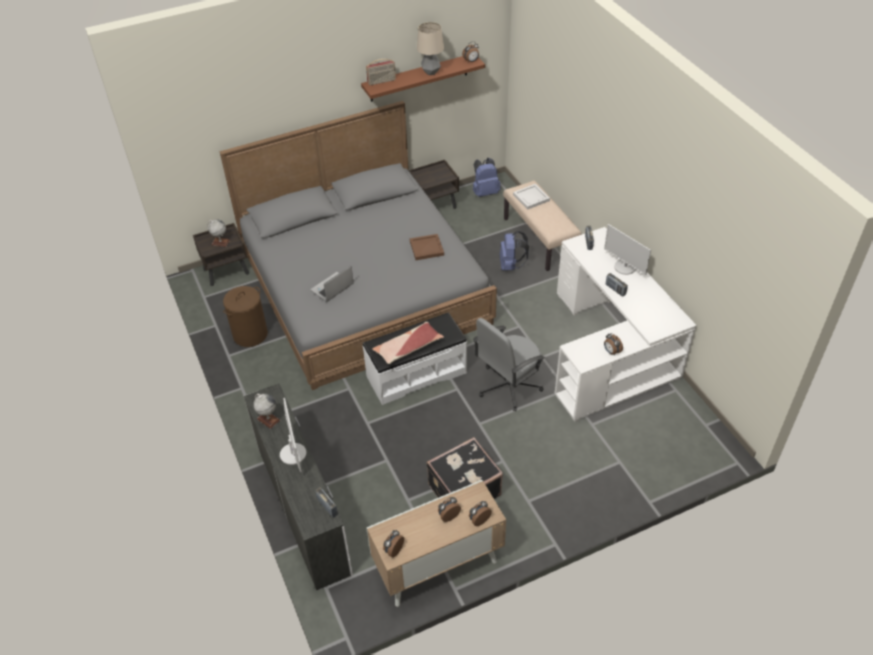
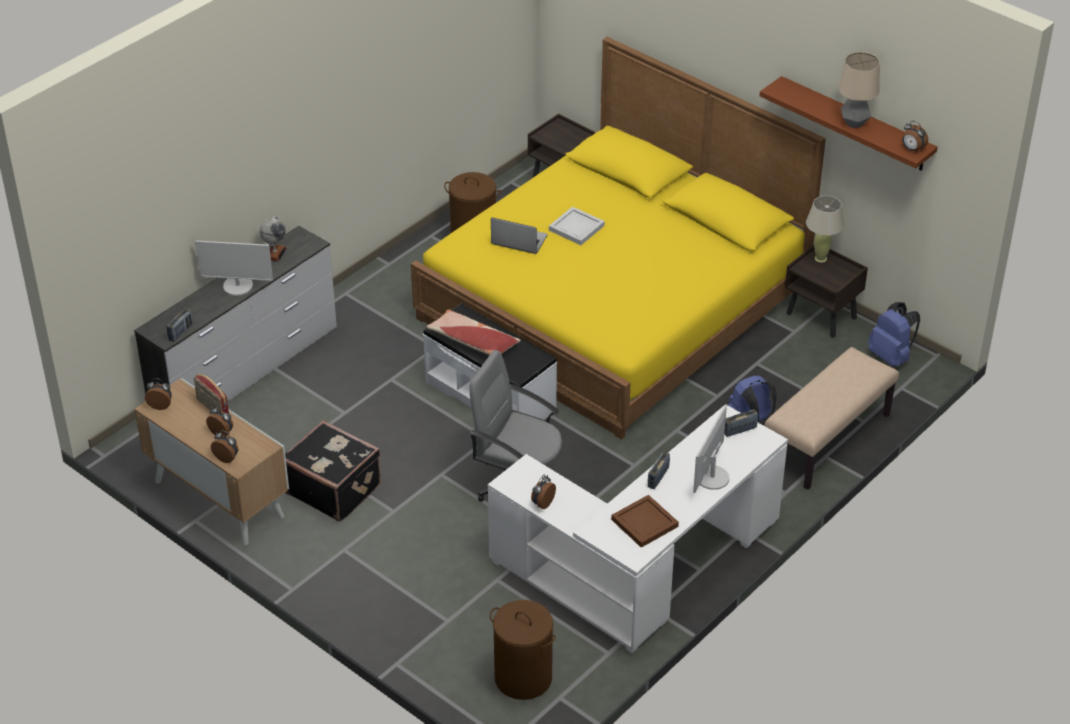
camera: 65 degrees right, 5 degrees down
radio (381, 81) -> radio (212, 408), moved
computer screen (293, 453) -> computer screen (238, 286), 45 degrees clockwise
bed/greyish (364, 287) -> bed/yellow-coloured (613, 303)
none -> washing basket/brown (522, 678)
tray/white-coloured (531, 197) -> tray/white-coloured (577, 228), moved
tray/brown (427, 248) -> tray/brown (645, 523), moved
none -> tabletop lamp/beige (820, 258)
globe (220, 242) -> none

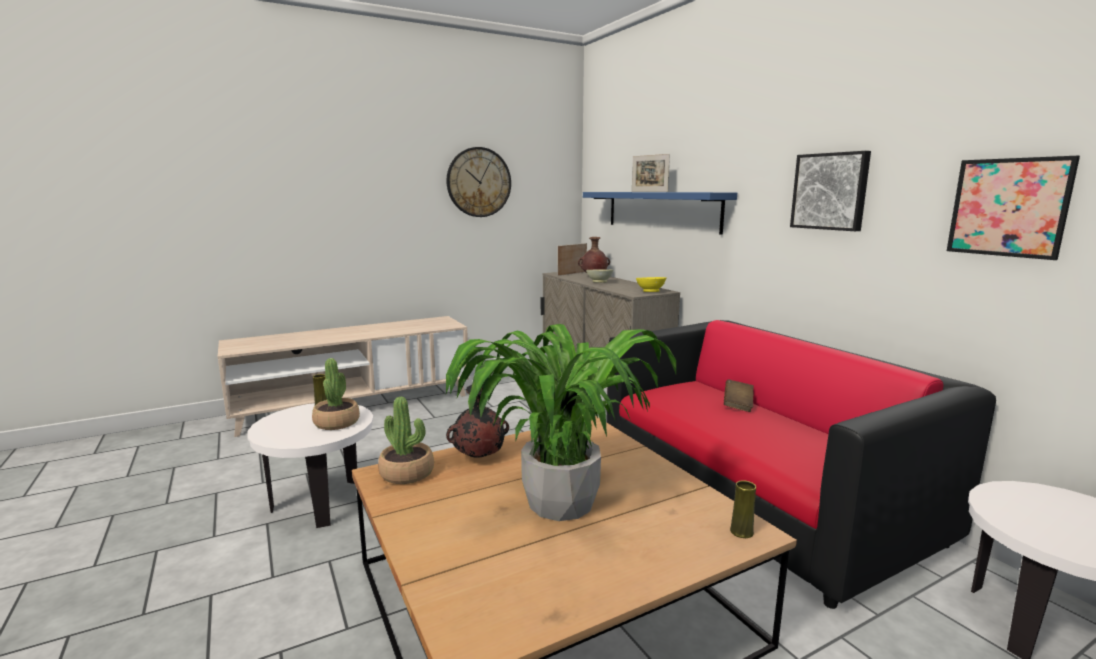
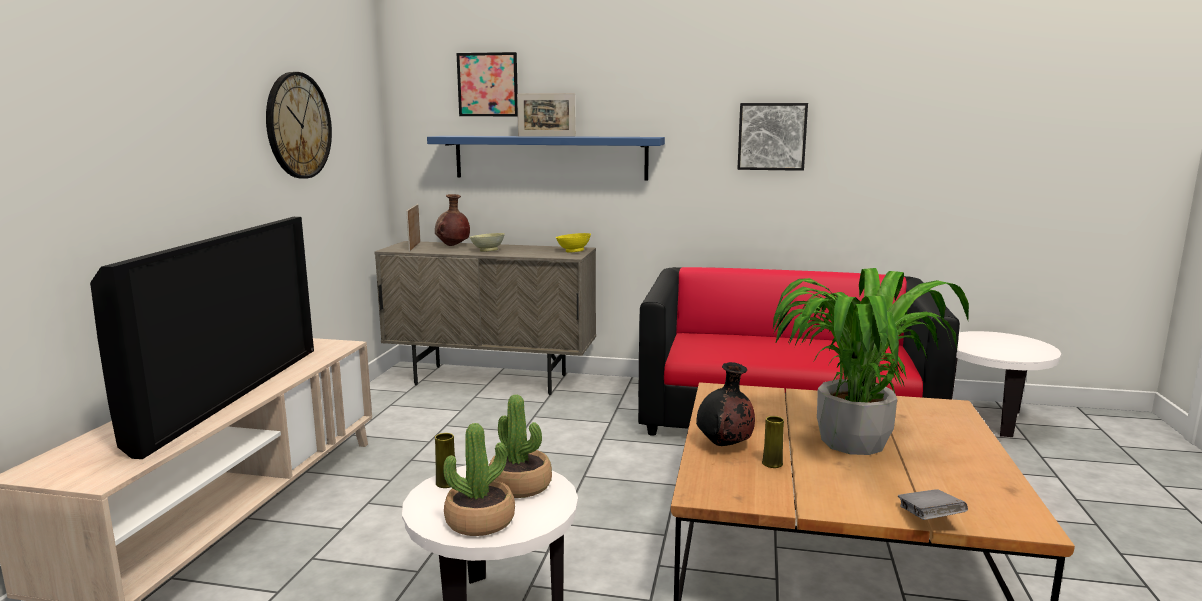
camera: 50 degrees left, 0 degrees up
none -> TV (227, 393)
plant in a pot (407, 473) -> plant in a pot (480, 521), moved
wall picture (1008, 207) -> wall picture (487, 84), moved
decorative vase/yellow-coloured (741, 532) -> decorative vase/yellow-coloured (772, 463), moved
none -> volume/greyish (929, 519)
volume/brown (738, 405) -> none

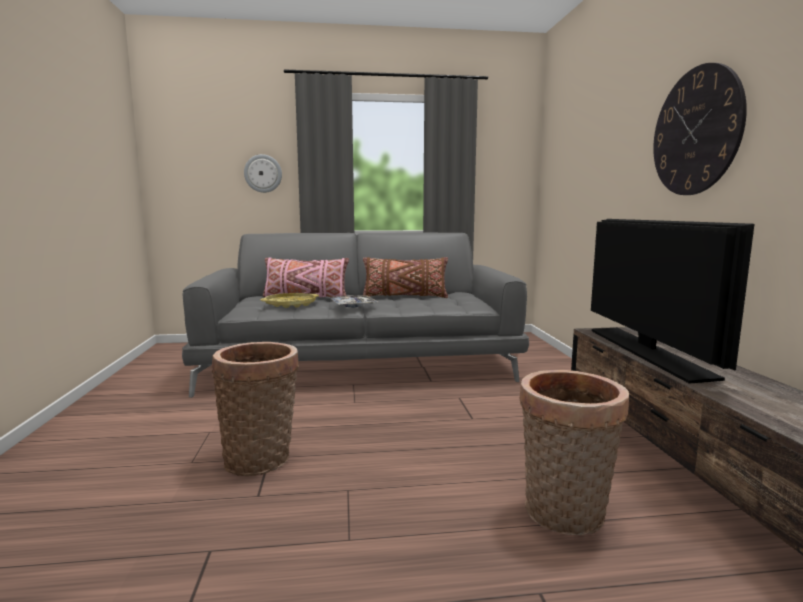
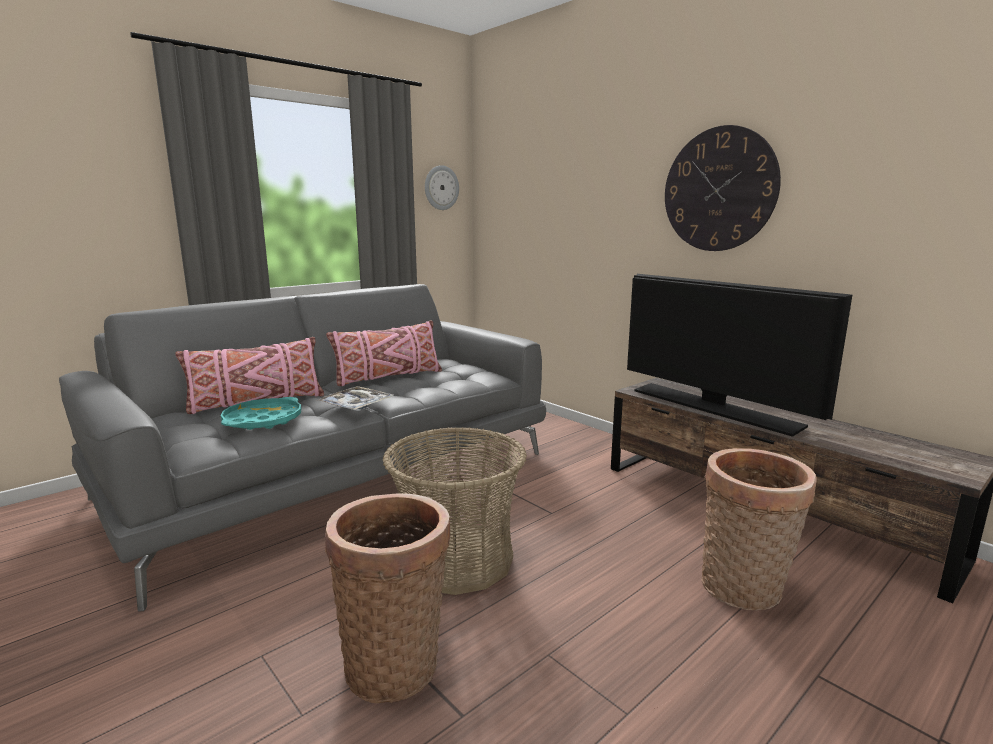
camera: 35 degrees left, 5 degrees up
tray/yellow-coloured (290, 304) -> tray/blue-green (262, 420)
throw pillow/brown (405, 296) -> throw pillow/pinkish (388, 377)
none -> storage basket (457, 559)
hanging clock (263, 173) -> hanging clock (441, 188), moved

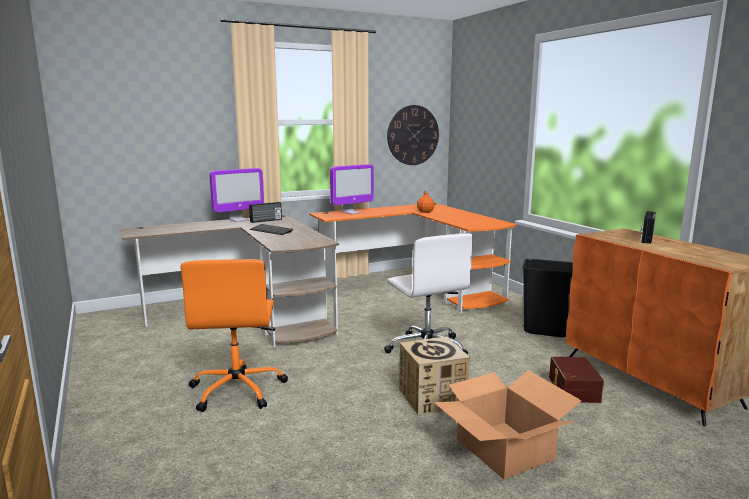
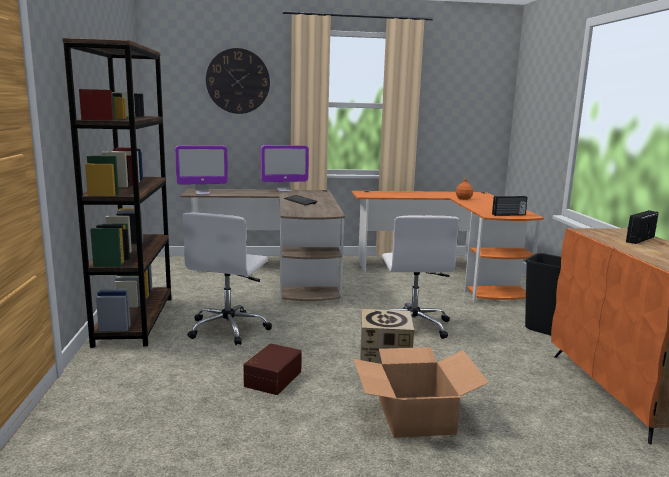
camera: 20 degrees right, 0 degrees up
none -> shelving unit/brown (135, 320)
computer screen (351, 212) -> computer screen (202, 193), moved
desk chair/orangey (238, 389) -> desk chair/white-coloured (229, 328)
hanging clock (413, 135) -> hanging clock (238, 81), moved
storage bin/brown (572, 389) -> storage bin/brown (271, 378), moved
radio (266, 220) -> radio (509, 215), moved

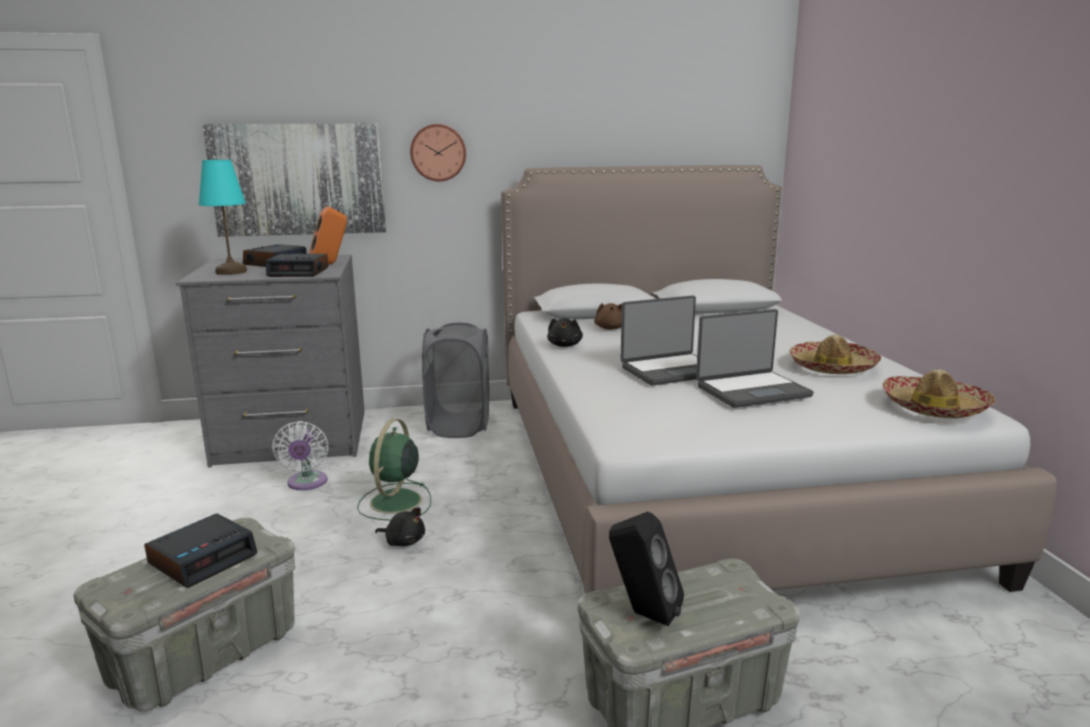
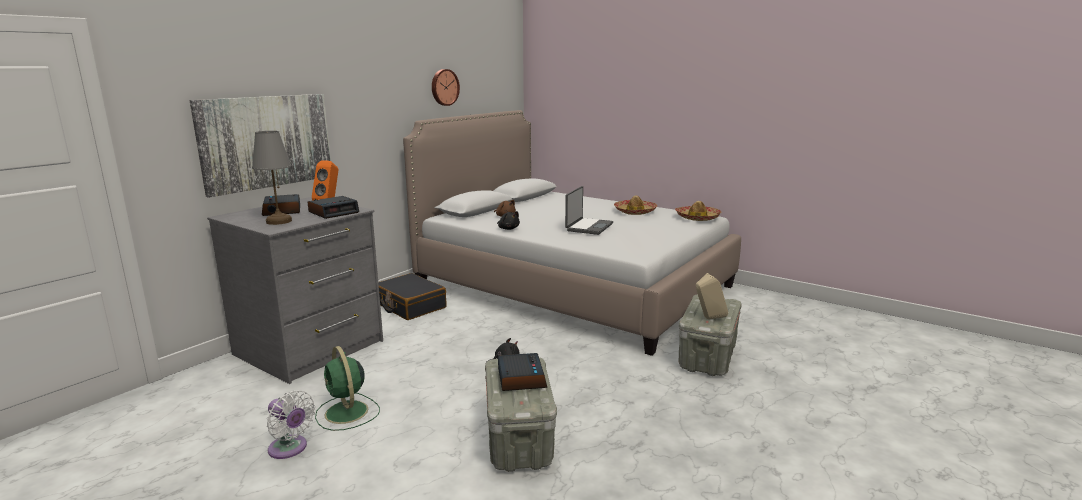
camera: 45 degrees left, 0 degrees up
tabletop lamp/blue-green (230, 272) -> tabletop lamp/greyish (278, 221)
cooling fan/white-coloured (306, 483) -> cooling fan/white-coloured (290, 449), moved
cooling fan/green (395, 502) -> cooling fan/green (347, 413), moved
washing basket/greyish (459, 426) -> suitcase/blackish (410, 306)
hanging clock (438, 152) -> hanging clock (444, 87), moved
audio speaker/blackish (642, 614) -> audio speaker/beige (708, 318)
portable computer (751, 390) -> none

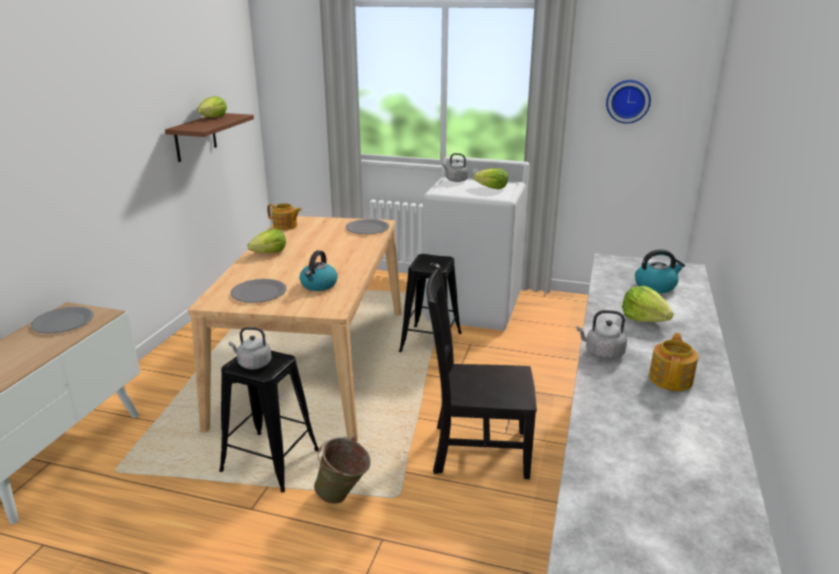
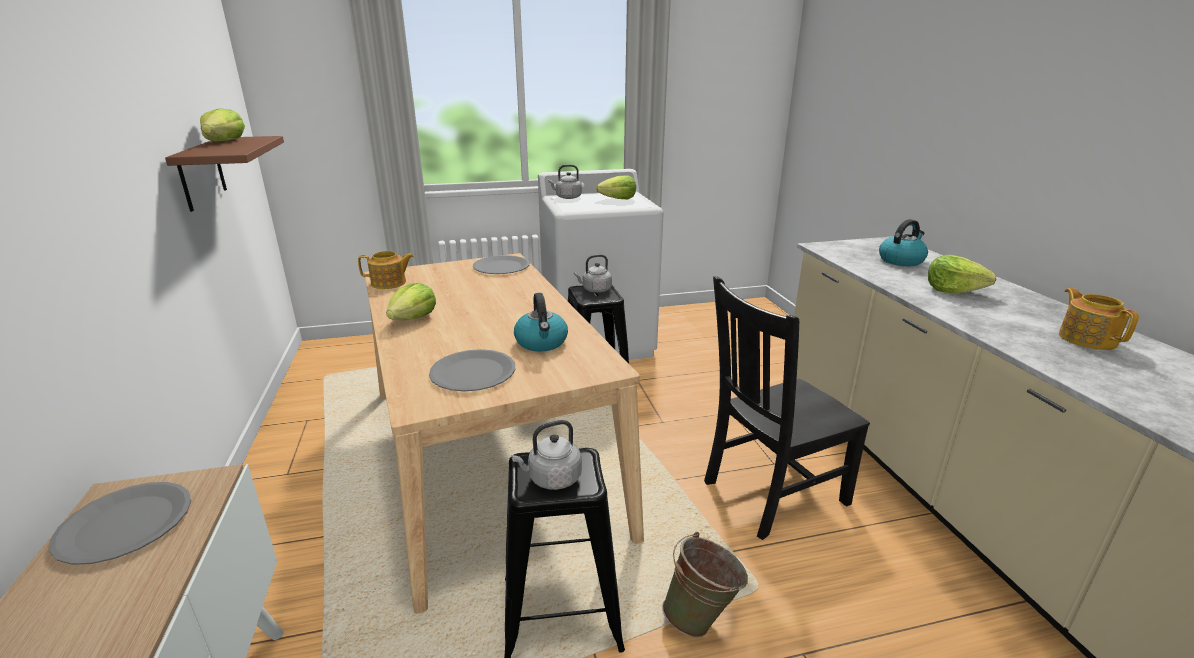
camera: 30 degrees left, 0 degrees up
tea kettle/greyish (602, 353) -> tea kettle/greyish (595, 290), moved
hanging clock (628, 101) -> none

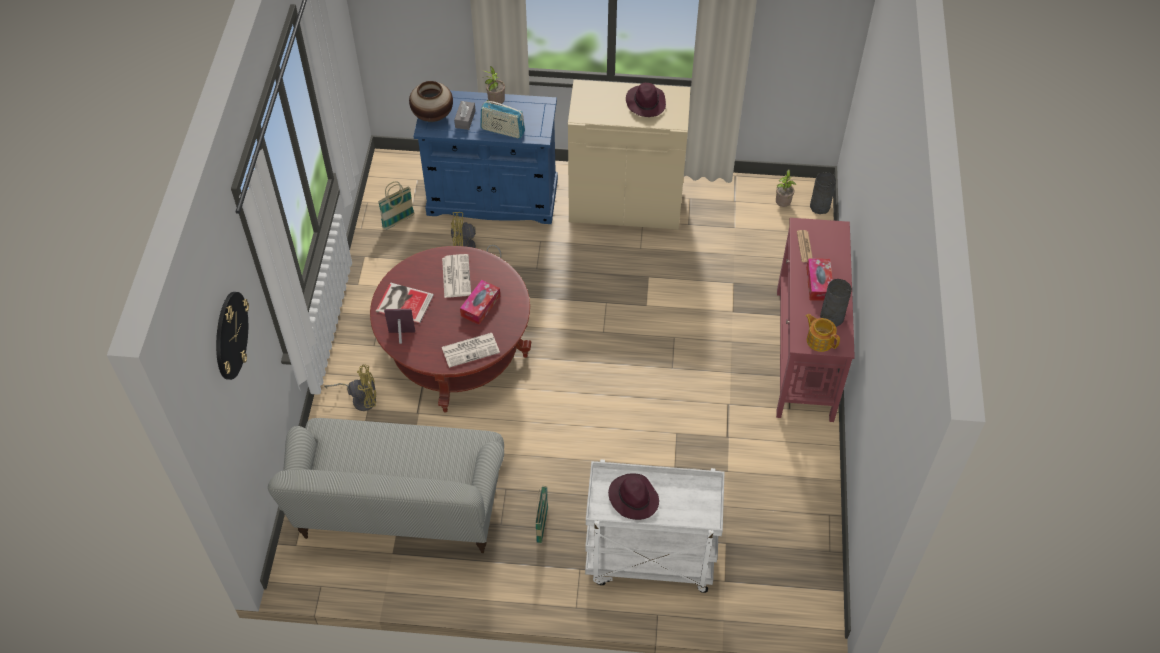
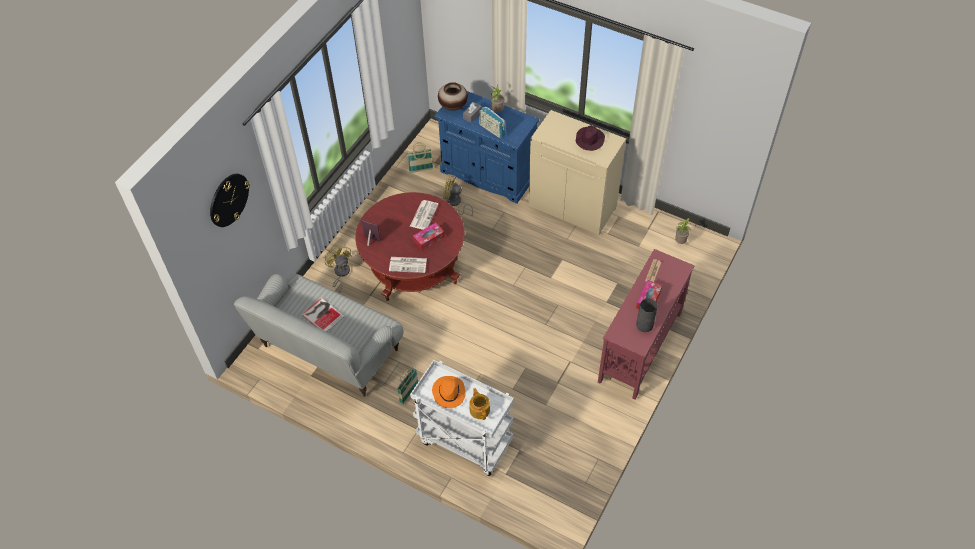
camera: 25 degrees right, 0 degrees up
volume (404, 302) -> volume (323, 314), moved
cooling fan/yellow-coloured (360, 399) -> cooling fan/yellow-coloured (340, 273), 135 degrees counterclockwise
hat/purple-coloured (633, 498) -> hat/orangey (448, 392)
tea pot (819, 340) -> tea pot (479, 409), moved
decorative vase/greyish (820, 206) -> none

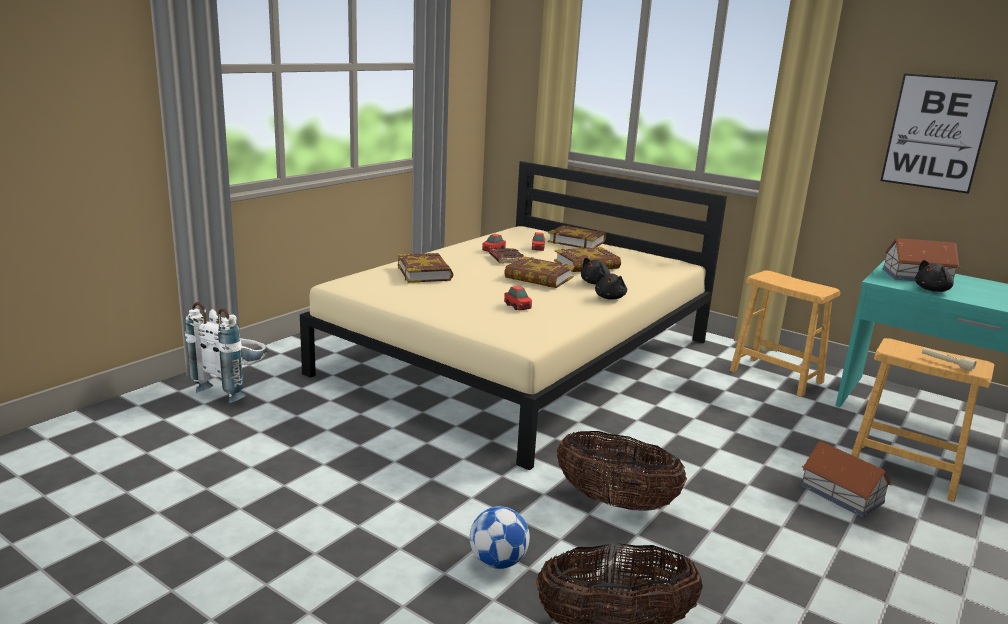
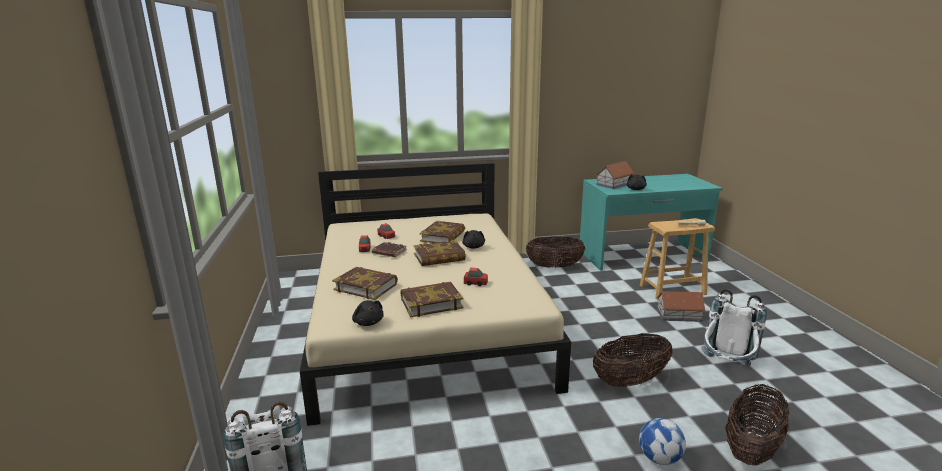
camera: 45 degrees left, 0 degrees up
soft toy/blackish (610, 298) -> soft toy/blackish (368, 322), moved
volume (576, 242) -> volume (431, 303), moved
stool/brown (776, 376) -> storage basket (554, 266)
none -> backpack/white-coloured (726, 368)
wall picture (936, 133) -> none

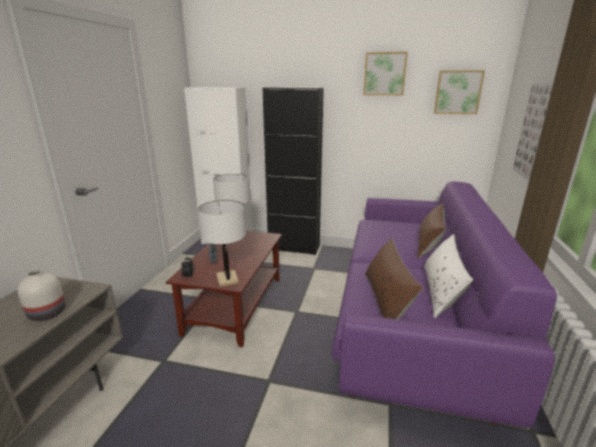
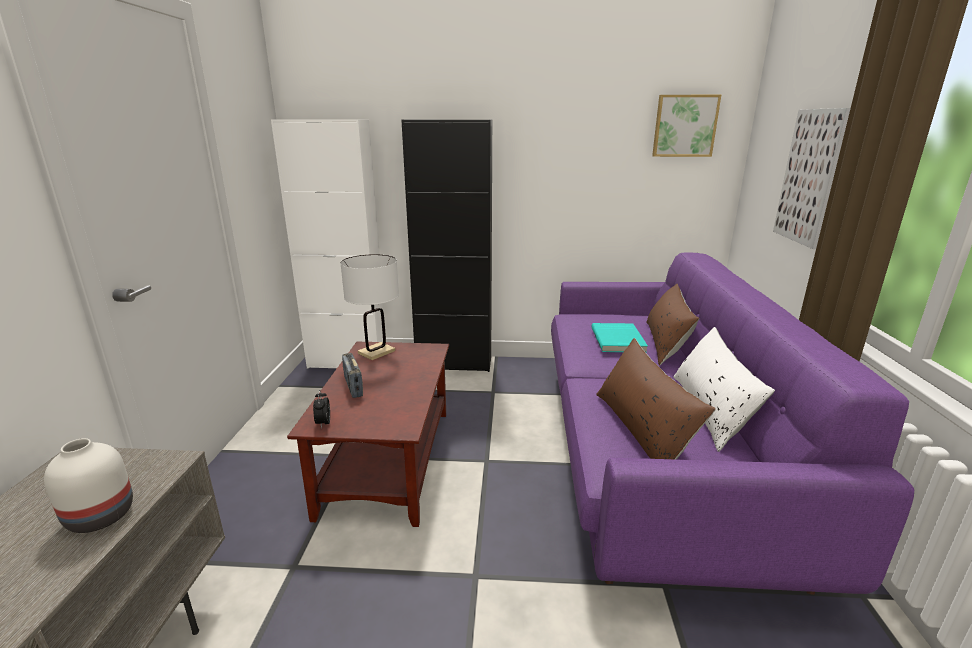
camera: 10 degrees left, 0 degrees up
none -> volume/blue-green (619, 340)
tabletop lamp/white-coloured (227, 279) -> none
wall picture (384, 74) -> none

